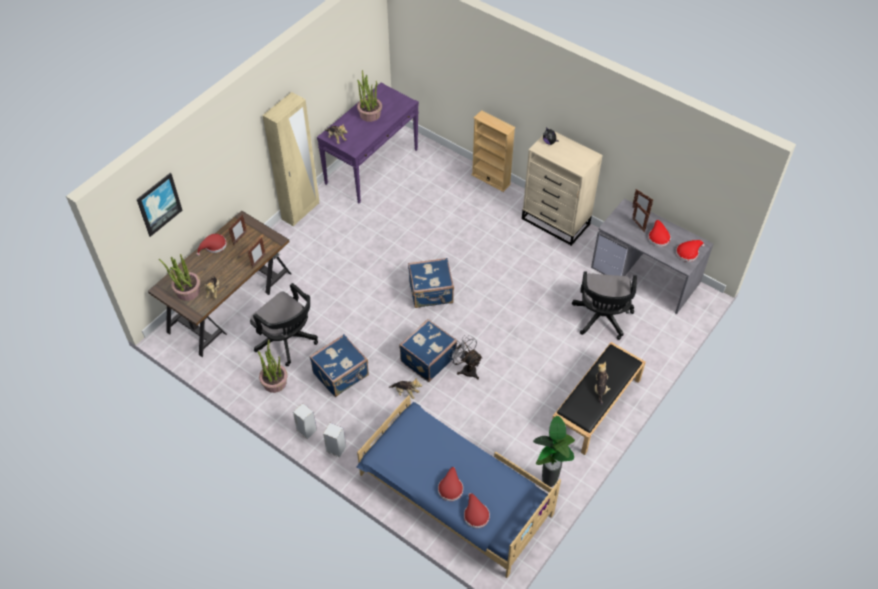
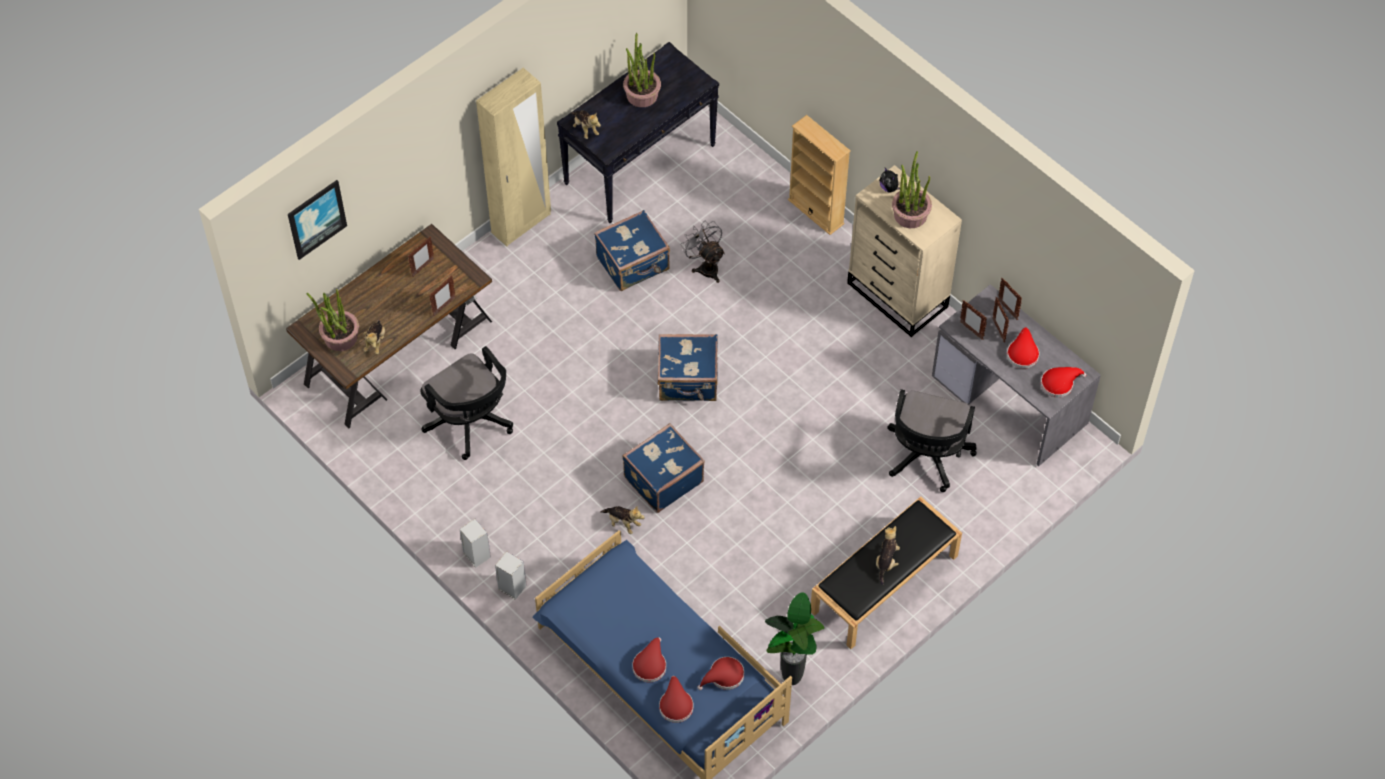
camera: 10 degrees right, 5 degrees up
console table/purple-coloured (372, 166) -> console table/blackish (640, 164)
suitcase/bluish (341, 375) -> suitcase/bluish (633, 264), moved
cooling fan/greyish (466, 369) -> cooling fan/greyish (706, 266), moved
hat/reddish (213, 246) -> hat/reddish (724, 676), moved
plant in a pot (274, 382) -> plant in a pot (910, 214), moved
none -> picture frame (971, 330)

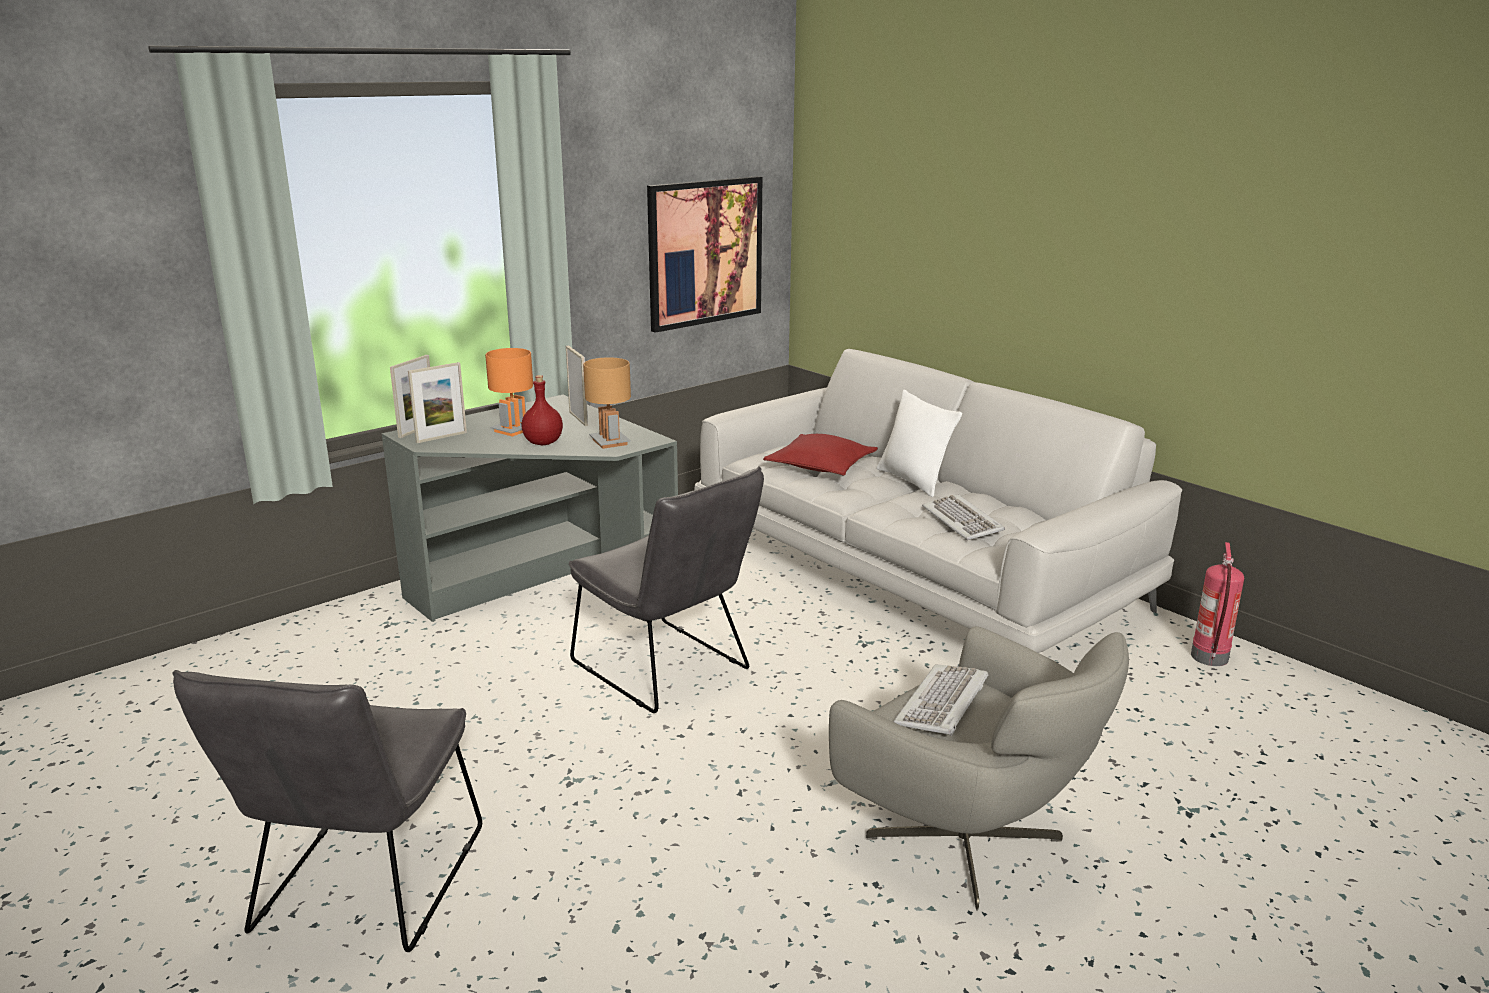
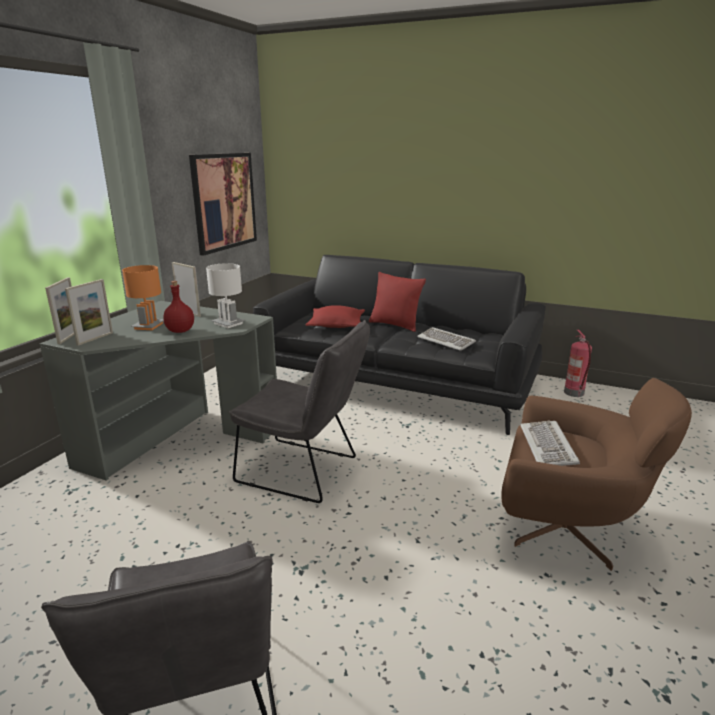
camera: 25 degrees left, 0 degrees up
tabletop lamp/brown (609, 442) -> tabletop lamp/white-coloured (228, 323)
couch/white-coloured (913, 574) -> couch/blackish (397, 380)
throw pillow/white-coloured (913, 481) -> throw pillow/reddish (395, 325)
easy chair/greyish (970, 844) -> easy chair/brown (569, 529)

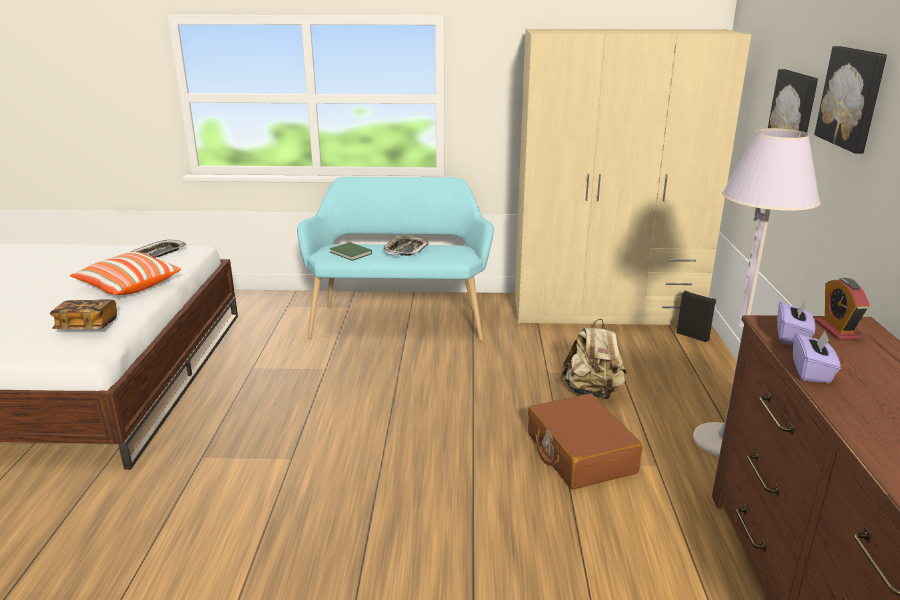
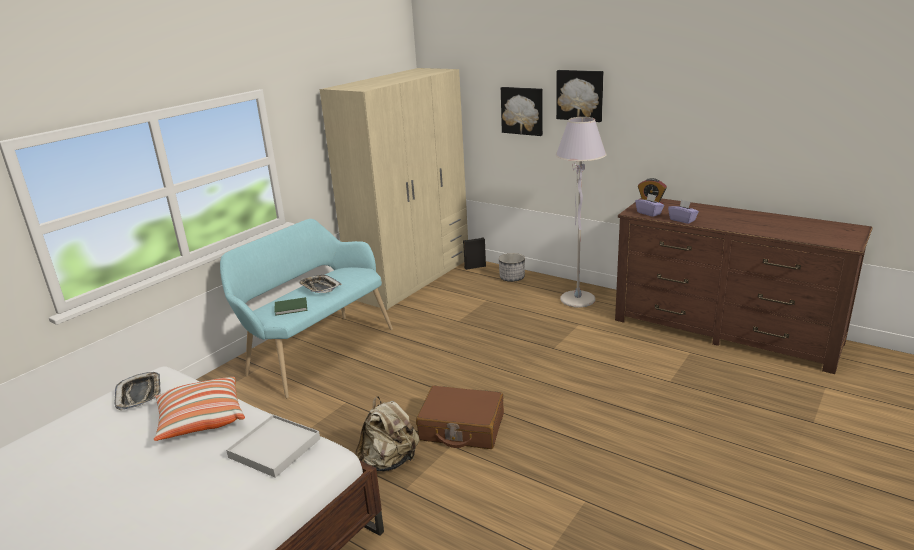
camera: 55 degrees left, 0 degrees up
volume (87, 326) -> tray/white-coloured (275, 448)
backpack/beige (592, 392) -> backpack/beige (389, 462), moved
suitcase/brown (580, 453) -> suitcase/brown (461, 428), moved
none -> plant pot (512, 278)

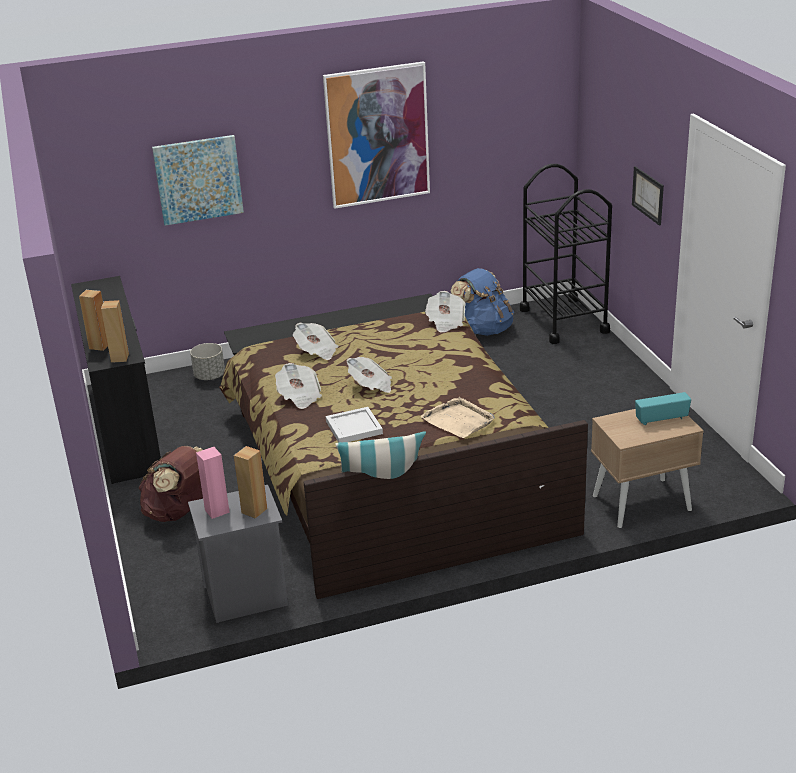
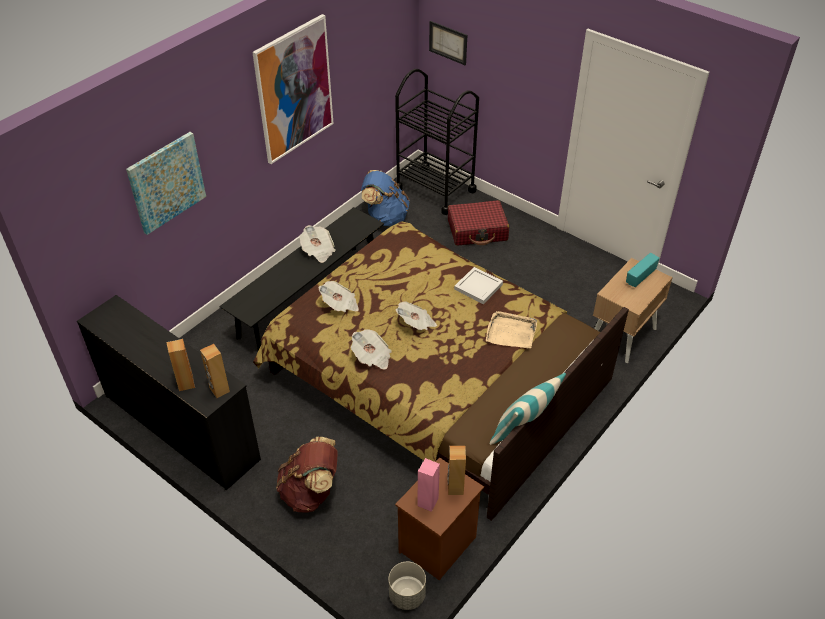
camera: 35 degrees left, 15 degrees up
printed paper (445, 322) -> printed paper (318, 251), moved
plant pot/greyish (210, 376) -> plant pot/greyish (407, 595), moved
bedside table/greyish (245, 597) -> bedside table/brown (438, 545)
wall picture (648, 195) -> wall picture (448, 42), moved
none -> suitcase/reddish (477, 230)
tray/white-coloured (355, 428) -> tray/white-coloured (479, 287), moved

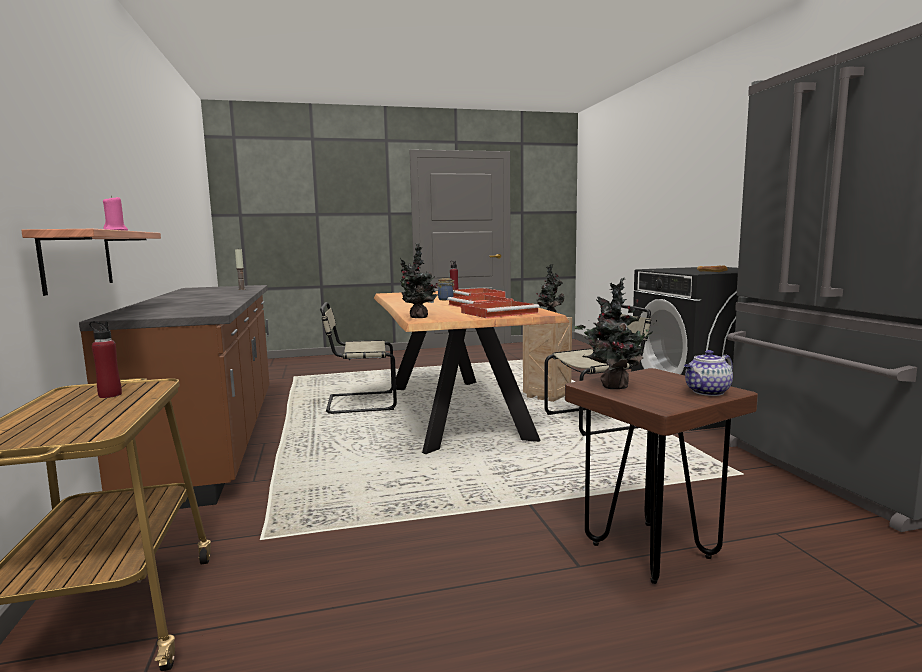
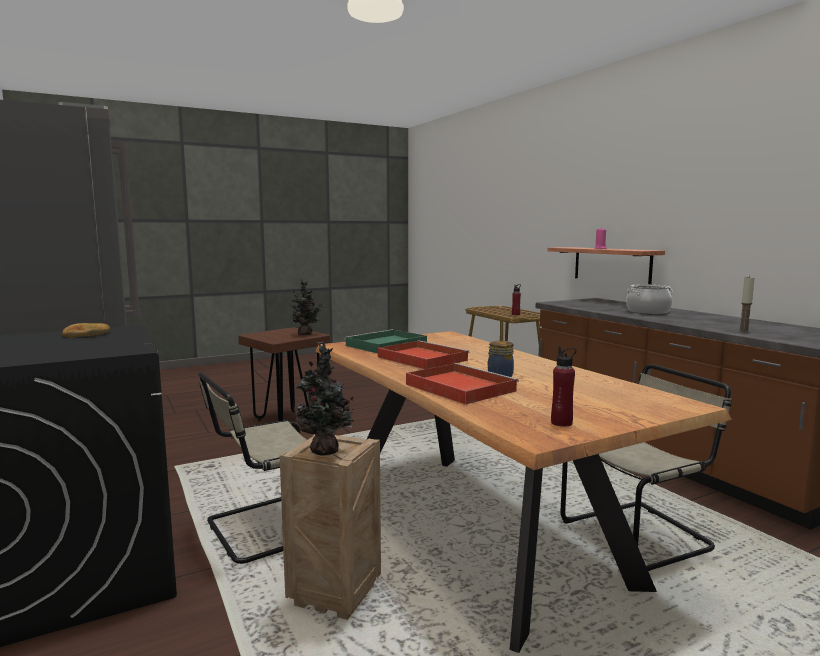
camera: 165 degrees right, 0 degrees up
tray/reddish (500, 312) -> tray/green (385, 345)
none -> cooking pot (648, 312)
plant in a pot (418, 317) -> none
tea pot (707, 392) -> none

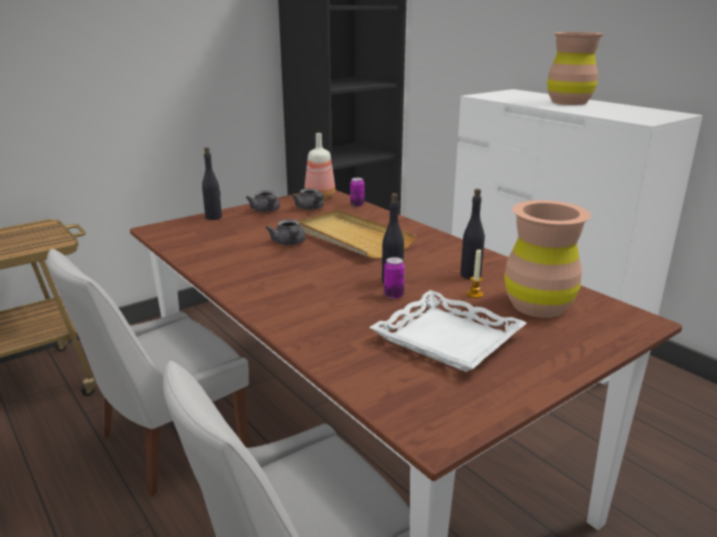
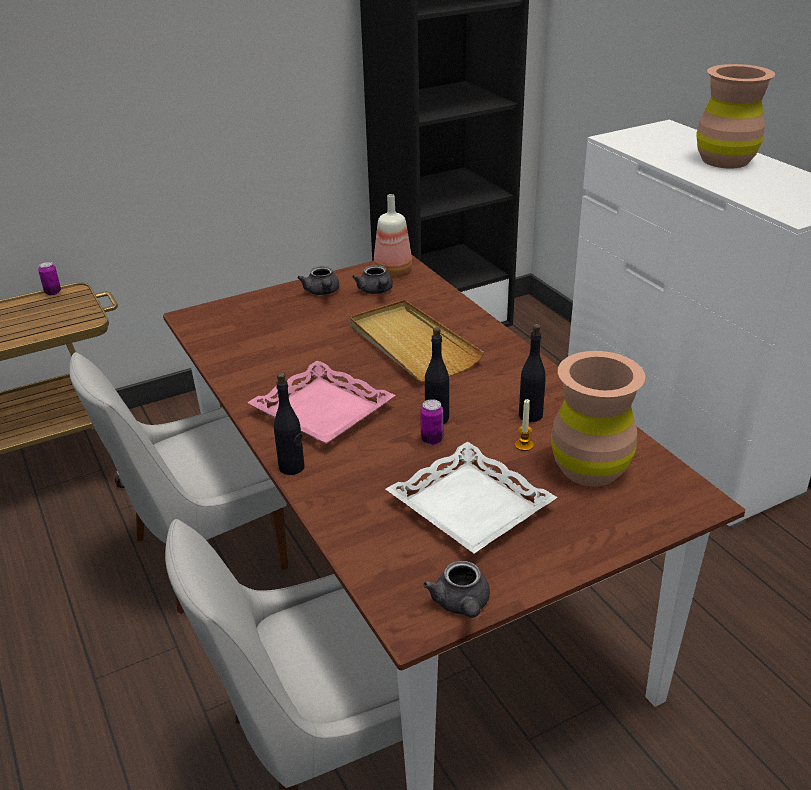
camera: 10 degrees right, 10 degrees up
can (357, 205) -> can (53, 292), moved
none -> tray/pinkish (323, 410)
bottle/blackish (213, 217) -> bottle/blackish (292, 467), moved
tea pot/greyish (289, 243) -> tea pot/greyish (461, 605), moved

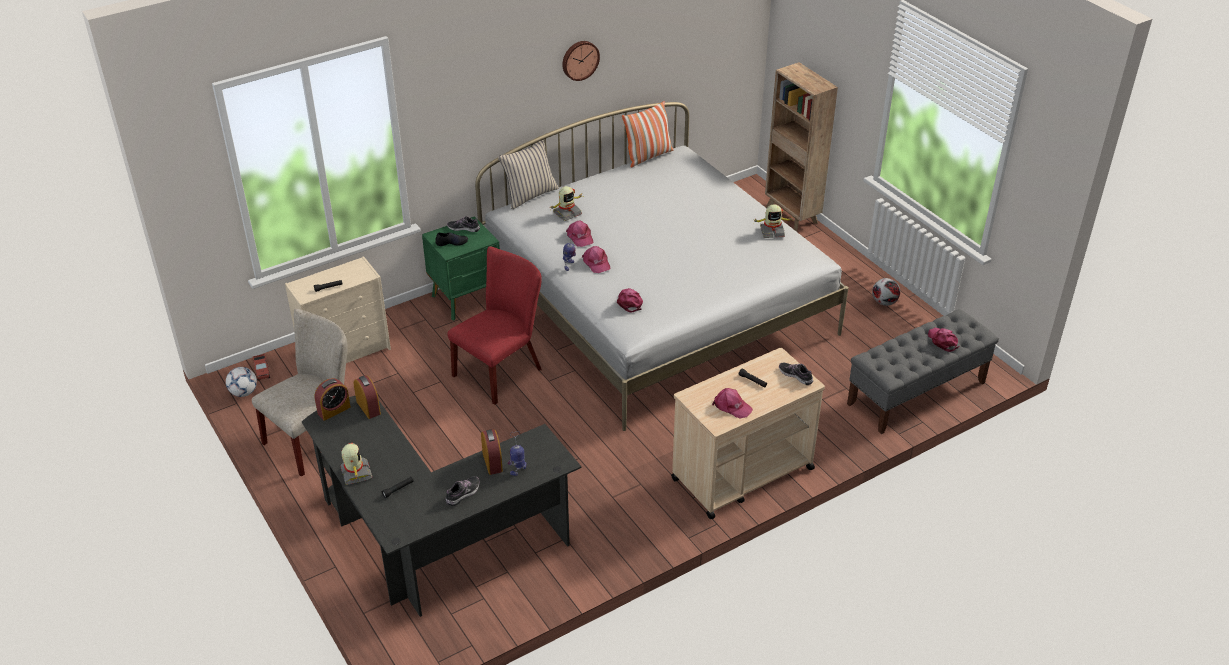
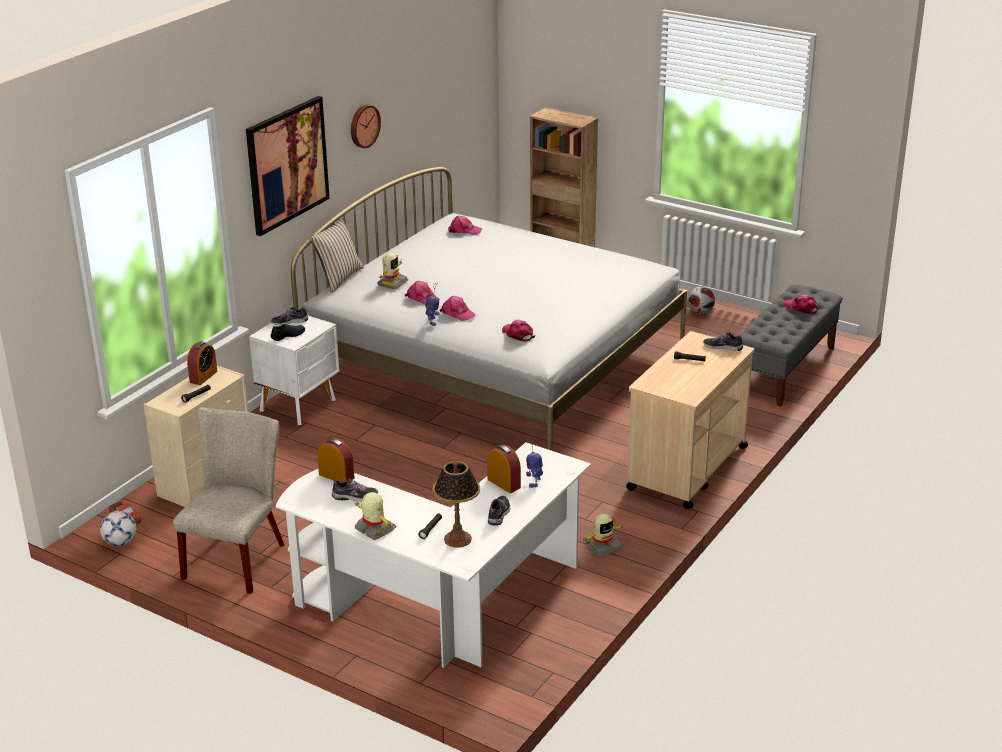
camera: 25 degrees left, 10 degrees down
bedside clock (334, 410) -> bedside clock (203, 377), moved
none -> wall picture (287, 164)
bedside table/green (466, 299) -> bedside table/white-coloured (299, 405)
desk table/blackish (432, 544) -> desk table/white-coloured (440, 606)
none -> low shoe (355, 497)
none -> tabletop lamp (458, 539)
baseball cap/pinkish (731, 406) -> baseball cap/pinkish (464, 230), moved
robot figure (772, 231) -> robot figure (603, 547), moved
upright chair/reddish (502, 370) -> none
throw pillow (648, 156) -> none

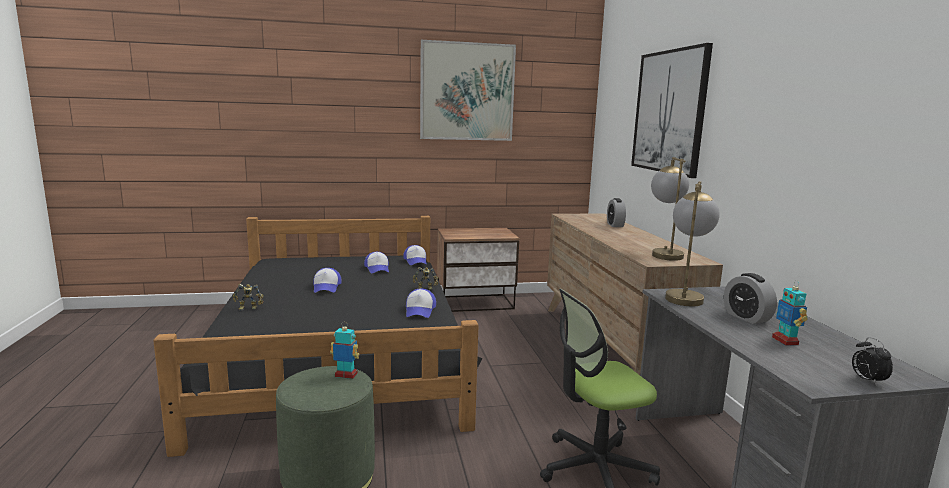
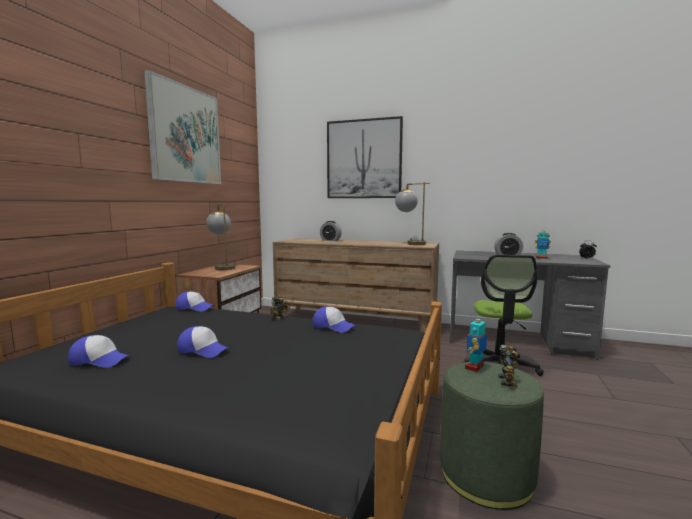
camera: 60 degrees left, 5 degrees down
baseball cap (377, 269) -> baseball cap (100, 360), moved
tabletop lamp (684, 296) -> tabletop lamp (222, 267), moved
robot figure (248, 308) -> robot figure (509, 381), moved

